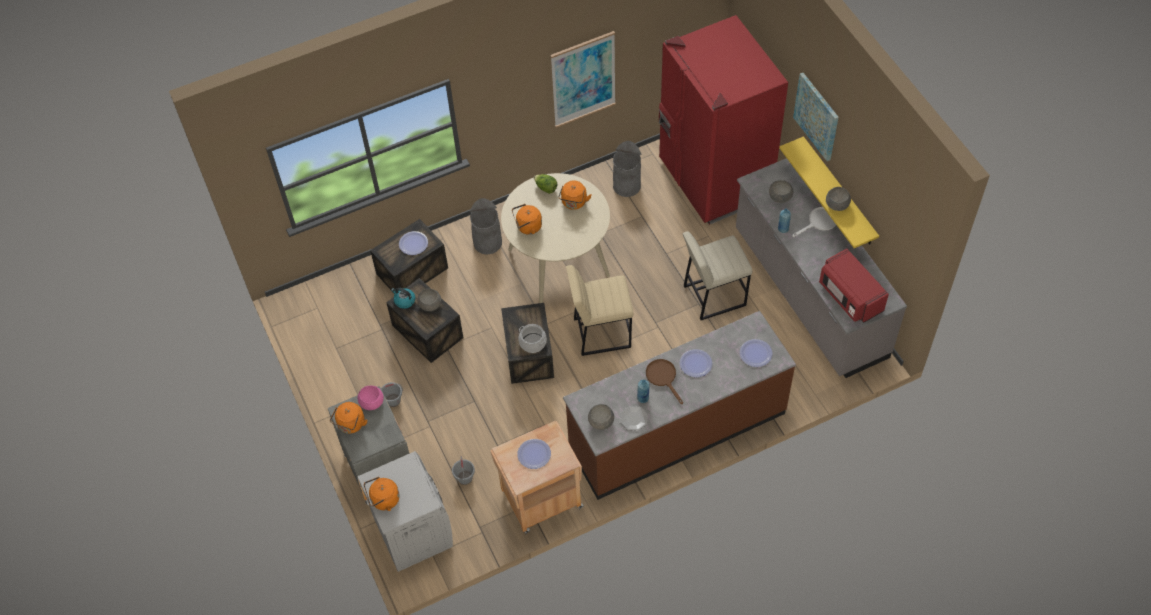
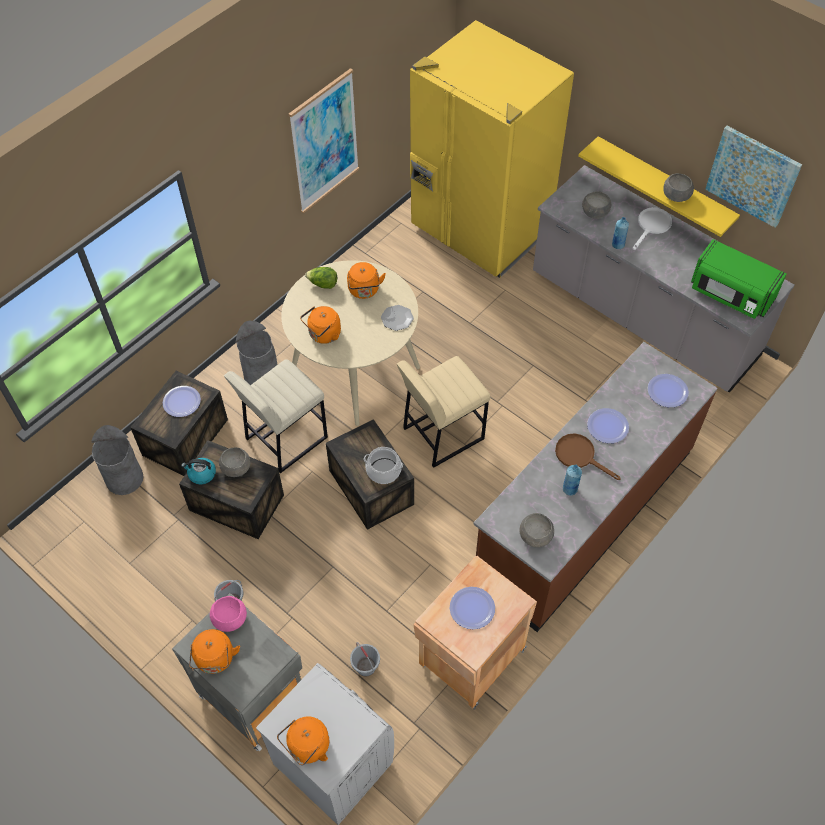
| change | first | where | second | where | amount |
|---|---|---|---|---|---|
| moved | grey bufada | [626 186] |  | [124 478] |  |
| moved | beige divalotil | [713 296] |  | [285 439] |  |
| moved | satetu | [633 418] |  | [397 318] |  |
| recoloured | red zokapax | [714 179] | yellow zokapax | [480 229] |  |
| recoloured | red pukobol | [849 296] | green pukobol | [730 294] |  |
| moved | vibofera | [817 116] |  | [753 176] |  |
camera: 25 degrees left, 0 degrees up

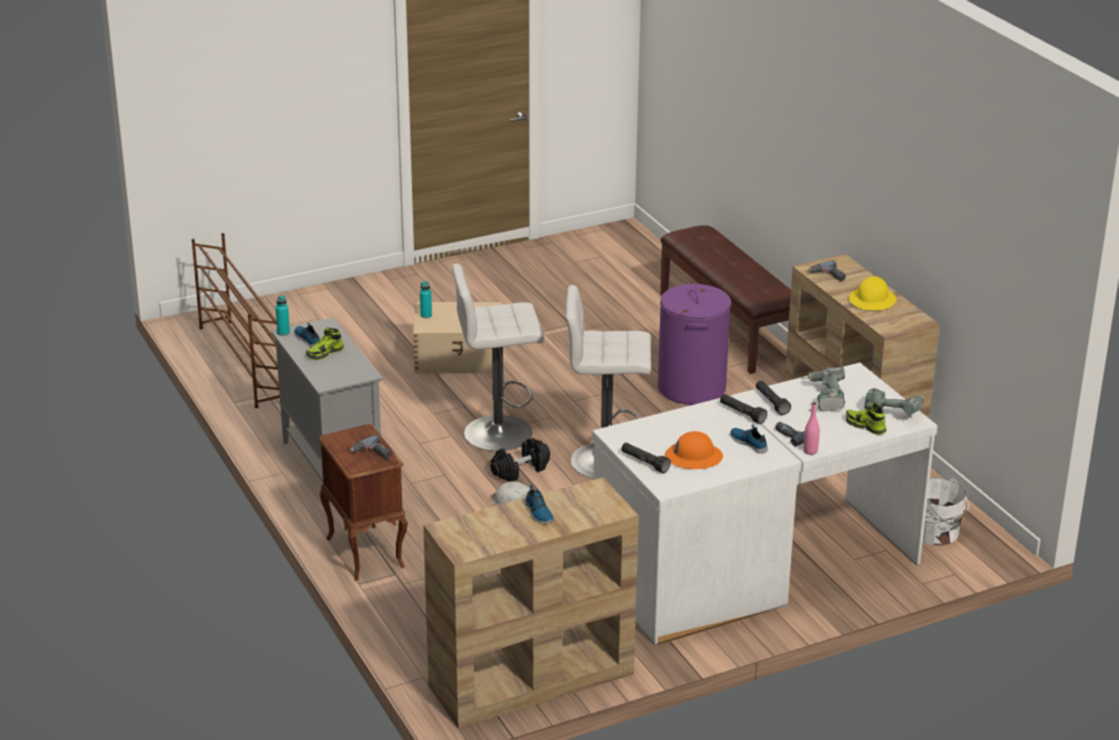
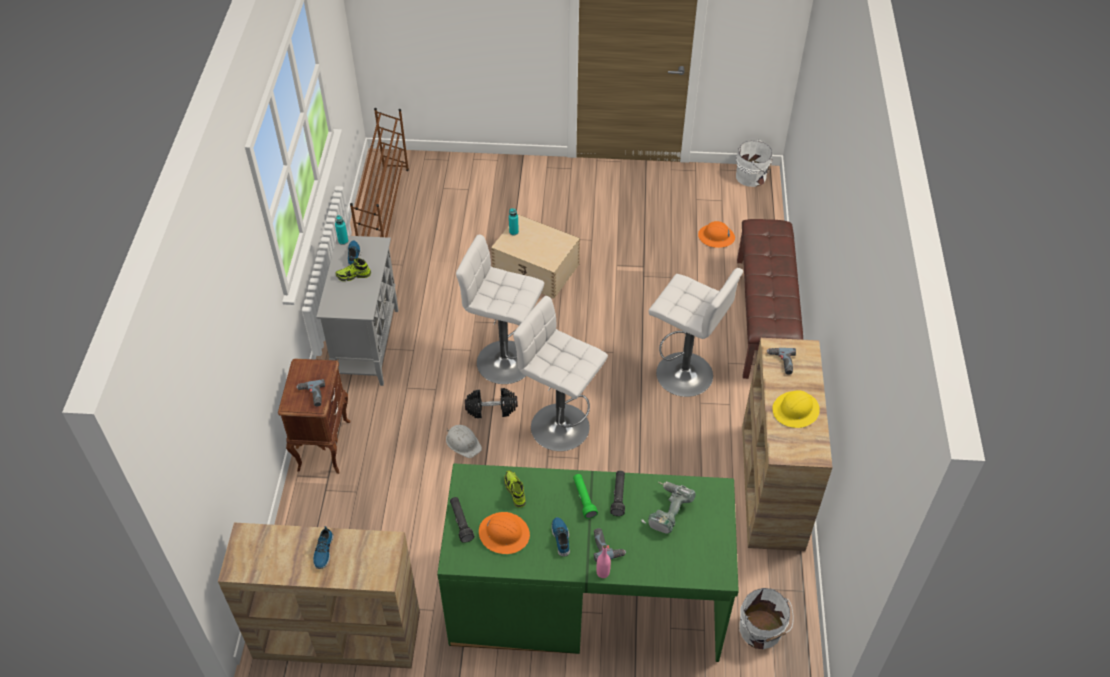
| change | first | where | second | where | amount |
|---|---|---|---|---|---|
| recoloured | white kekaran | [755 567] | green kekaran | [586 598] |  |
| moved | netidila | [865 426] |  | [515 491] |  |
| recoloured | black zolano | [742 414] | green zolano | [584 499] |  |
| replaced | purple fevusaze | [692 388] | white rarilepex | [684 375] |  |
| added |  |  | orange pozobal | [716 237] |  |
| added |  |  | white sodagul | [752 176] |  |
| removed | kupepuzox | [894 411] |  |  |  |
camera: 30 degrees right, 20 degrees up

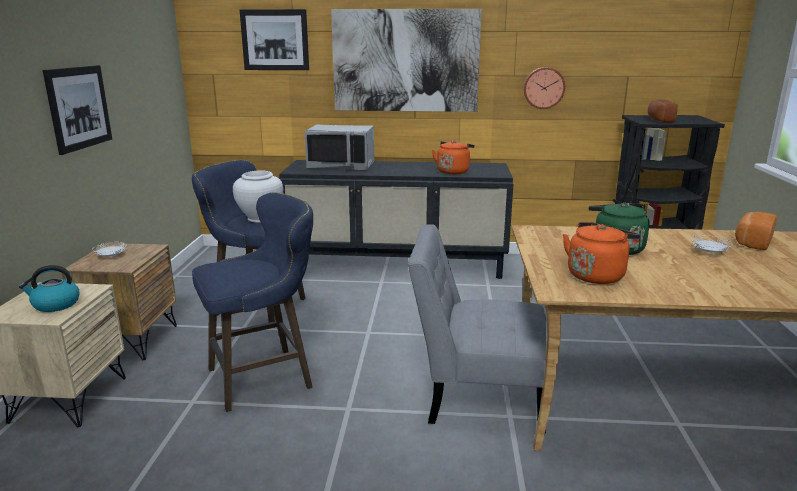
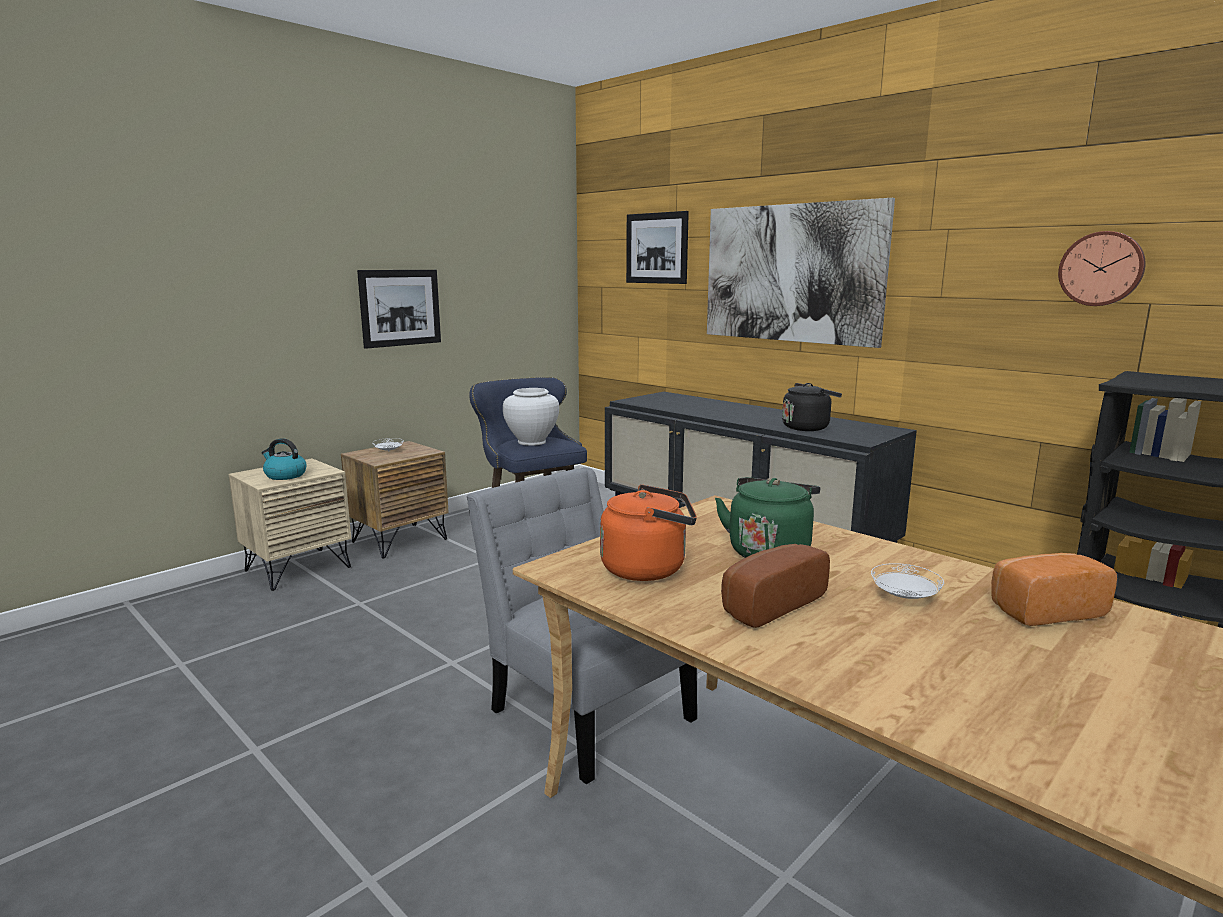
| change | first | where | second | where | amount |
|---|---|---|---|---|---|
| moved | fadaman | [658 120] |  | [768 603] |  |
| recoloured | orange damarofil | [453 171] | black damarofil | [807 427] |  |
| moved | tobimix | [543 88] |  | [1101 269] |  |
| removed | blue rarilepex | [265 377] |  |  |  |
| removed | grey pukobol | [341 166] |  |  |  |
camera: 40 degrees right, 5 degrees down

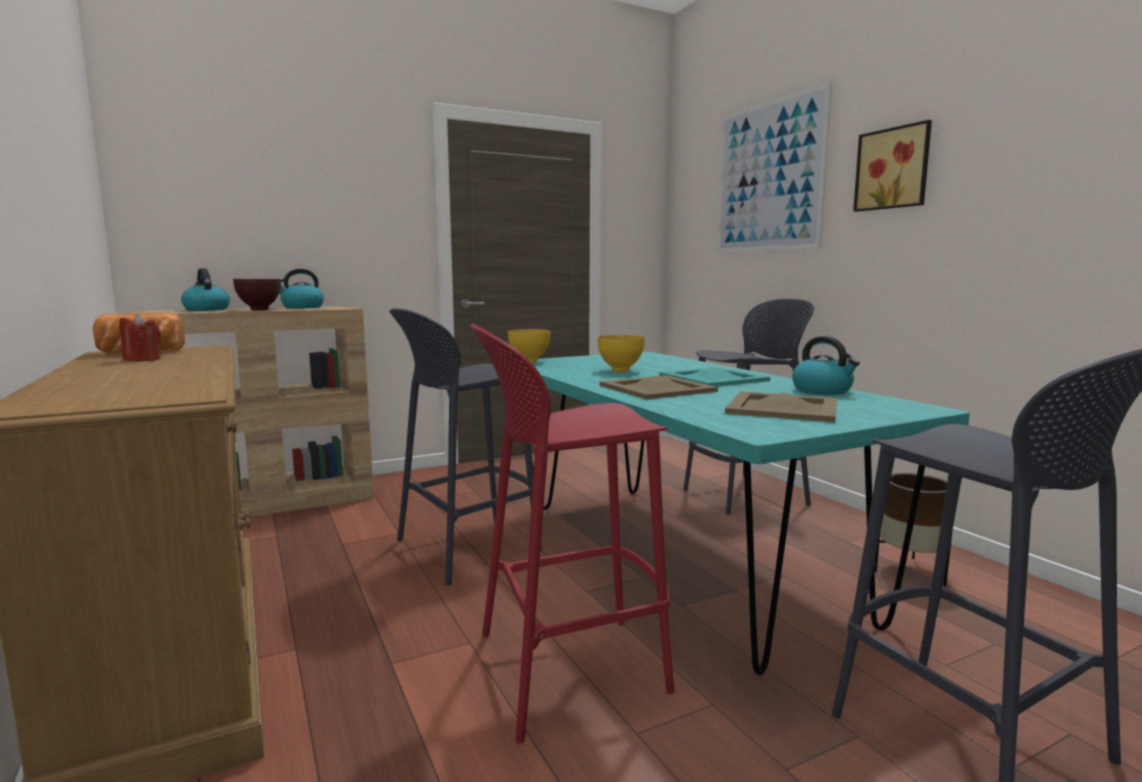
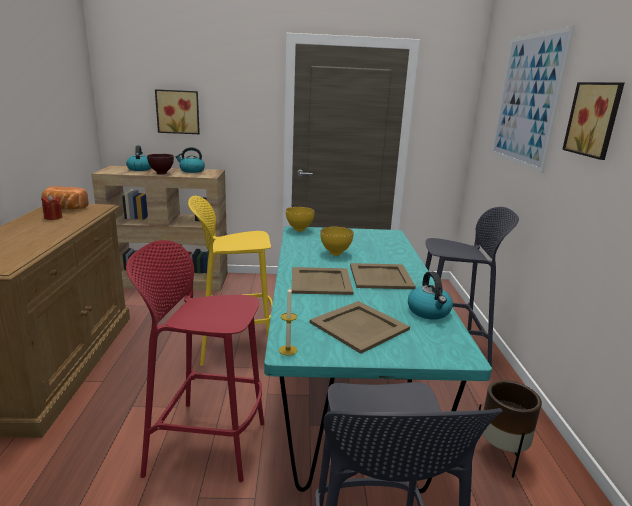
| change | first | where | second | where | amount |
|---|---|---|---|---|---|
| added |  |  | vibofera | [178 112] |  |
| recoloured | grey rarilepex | [467 549] | yellow rarilepex | [234 342] |  |
| added |  |  | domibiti | [288 350] |  |
| recoloured | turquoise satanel | [713 378] | beige satanel | [381 276] |  |
camera: 25 degrees right, 10 degrees up

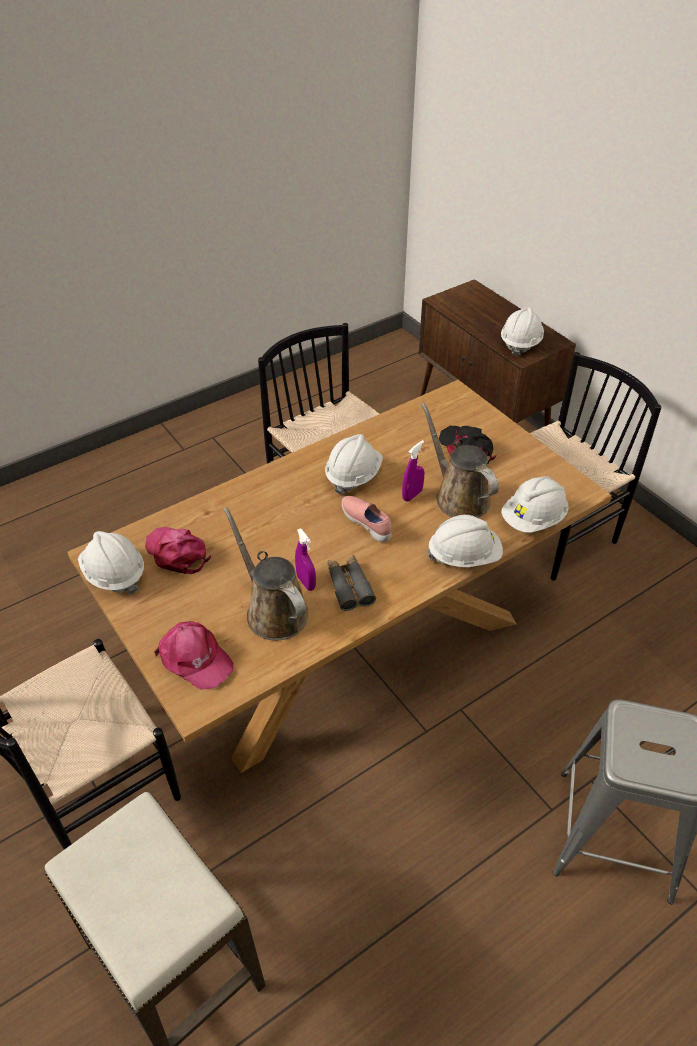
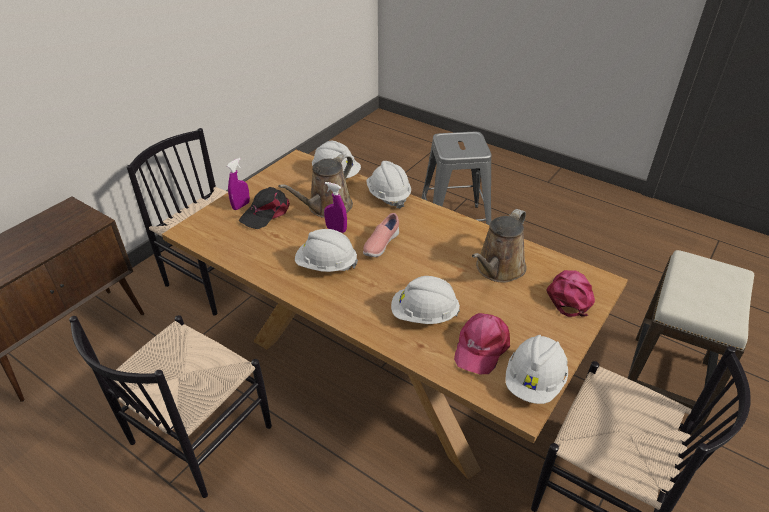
| change | first | where | second | where | amount |
|---|---|---|---|---|---|
| moved | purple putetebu | [306 582] |  | [241 206] |  |
| moved | white pozobal | [520 343] |  | [424 315] |  |
| removed | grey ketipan | [349 586] |  |  |  |
camera: 110 degrees left, 5 degrees down

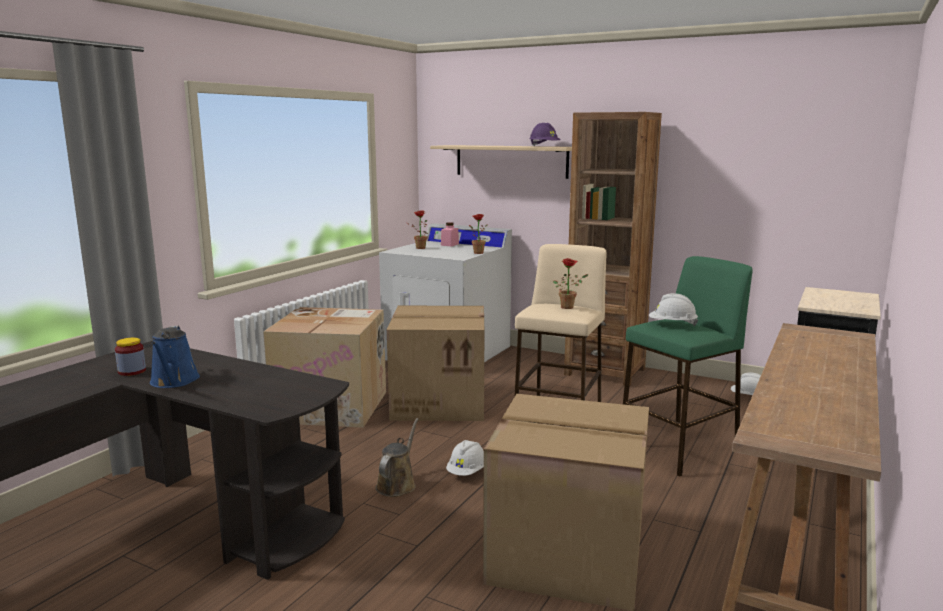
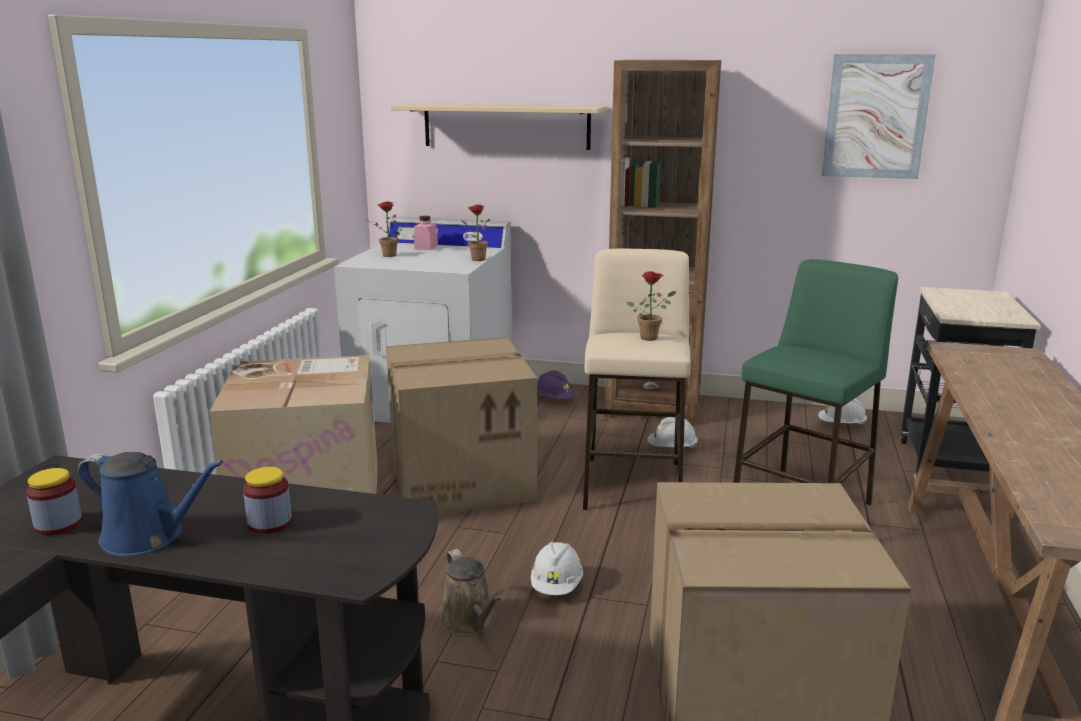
| change | first | where | second | where | amount |
|---|---|---|---|---|---|
| turned | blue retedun | [174 381] |  | [148 537] | 45 degrees counterclockwise |
| added |  |  | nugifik | [270 523] |  |
| turned | brown retedun | [397 484] |  | [470 621] | 150 degrees clockwise |
| moved | purple pozobal | [544 146] |  | [554 399] |  |
| moved | white pozobal | [672 325] |  | [672 449] |  |
| added |  |  | vibofera | [876 117] |  |
camera: 15 degrees left, 5 degrees up

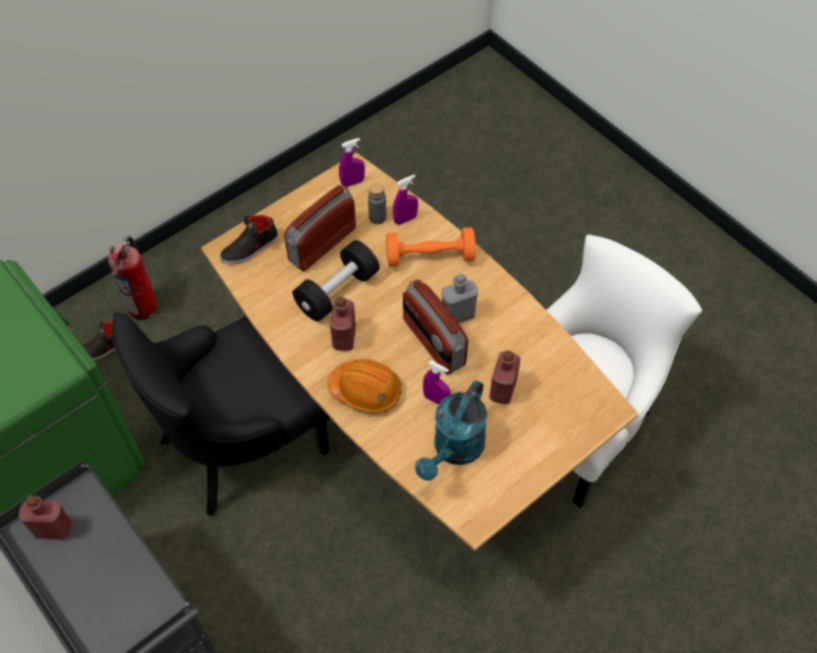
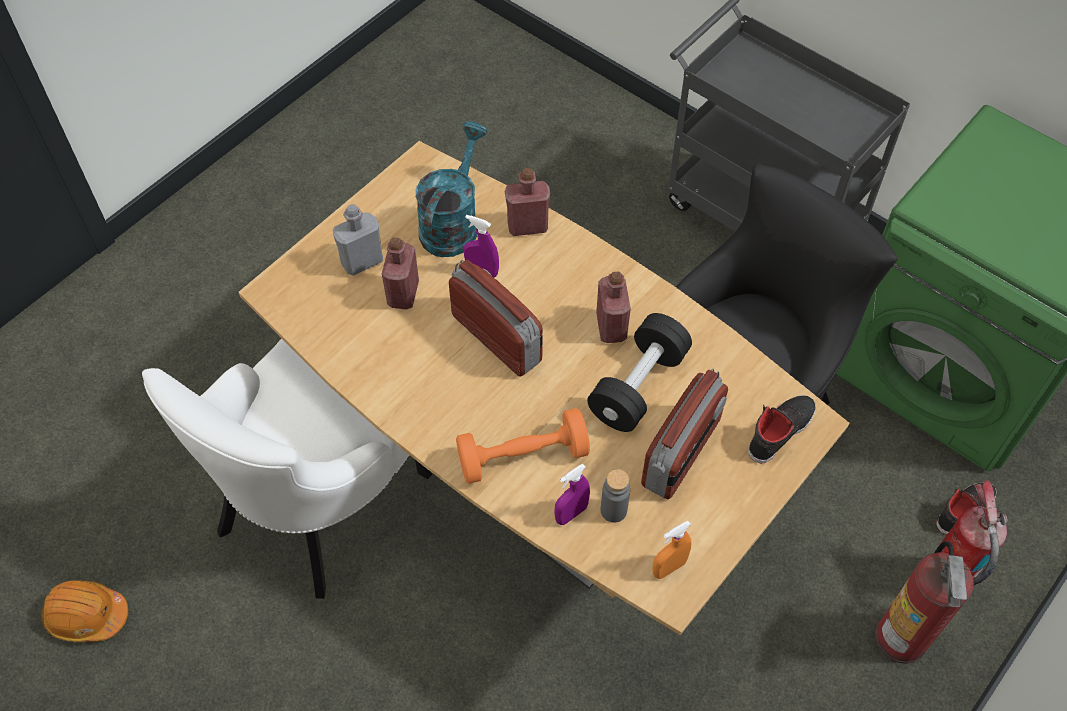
| change | first | where | second | where | amount |
|---|---|---|---|---|---|
| moved | orange pozobal | [366 390] |  | [86 615] |  |
| moved | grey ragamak | [458 315] |  | [362 261] |  |
| moved | red ragamak | [53 529] |  | [527 226] |  |
| recoloured | purple putetebu | [352 182] | orange putetebu | [669 568] |  |
| added |  |  | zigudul | [902 638] |  |
camera: 170 degrees right, 0 degrees up

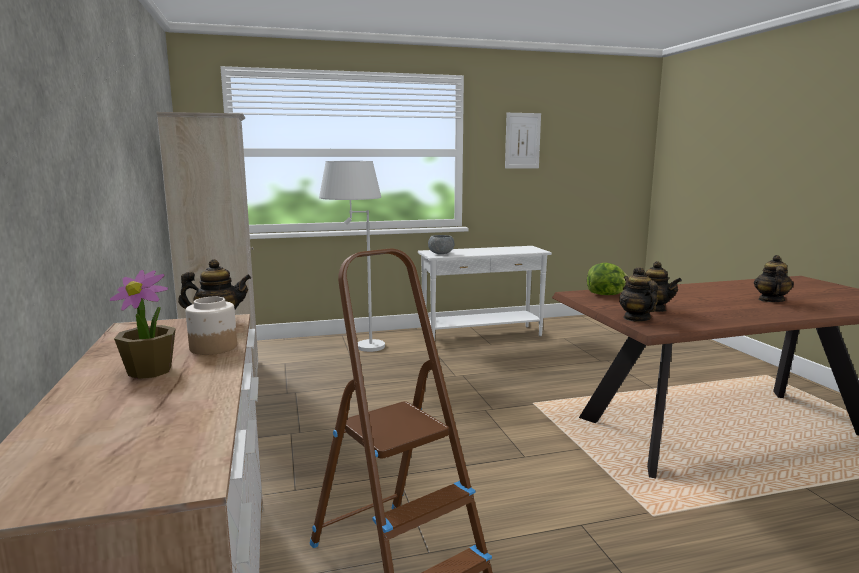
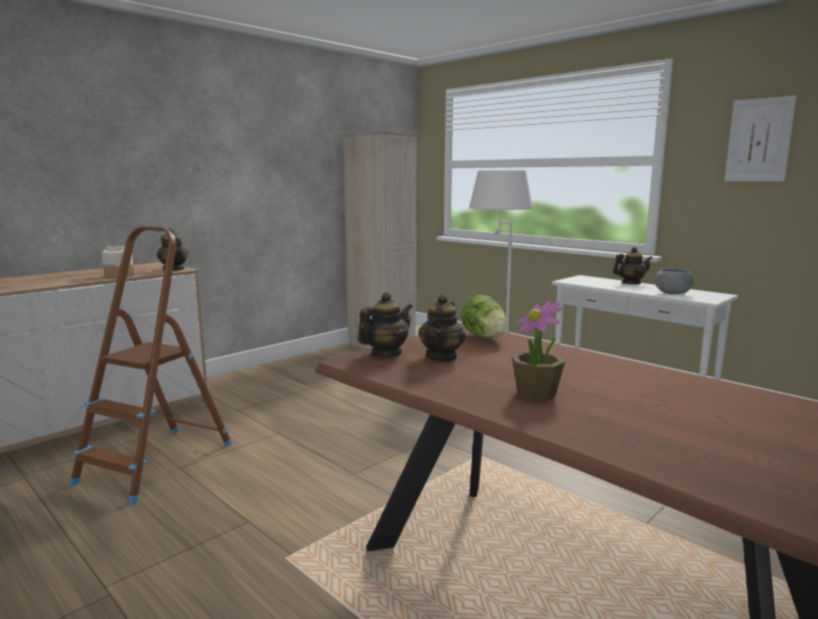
| change | first | where | second | where | amount |
|---|---|---|---|---|---|
| moved | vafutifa | [150 371] |  | [536 394] |  |
| moved | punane | [770 300] |  | [630 283] |  |
| moved | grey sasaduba | [441 253] |  | [672 293] |  |
camera: 60 degrees right, 0 degrees up

